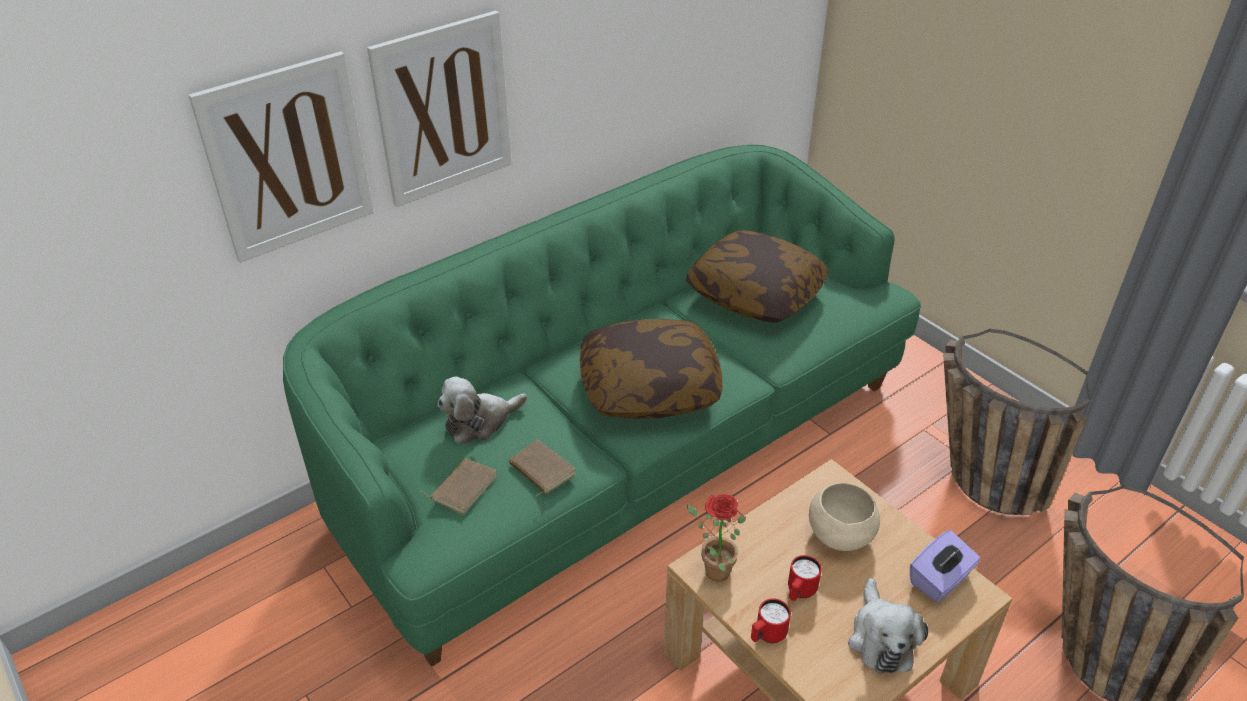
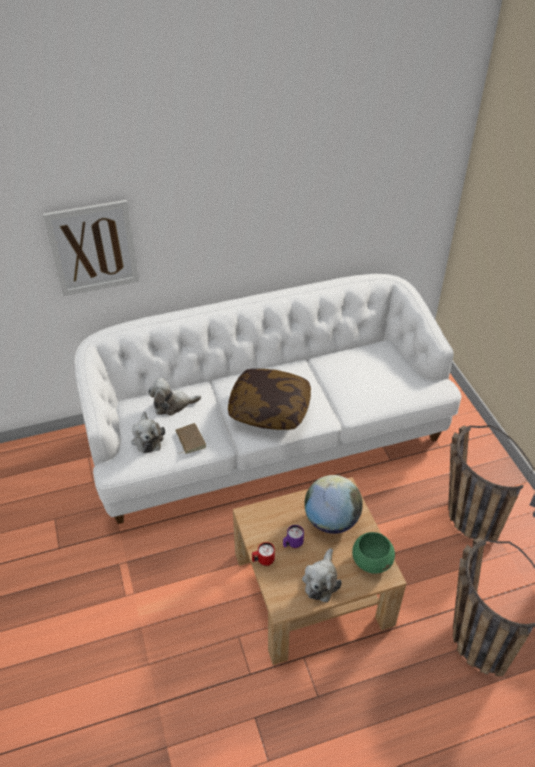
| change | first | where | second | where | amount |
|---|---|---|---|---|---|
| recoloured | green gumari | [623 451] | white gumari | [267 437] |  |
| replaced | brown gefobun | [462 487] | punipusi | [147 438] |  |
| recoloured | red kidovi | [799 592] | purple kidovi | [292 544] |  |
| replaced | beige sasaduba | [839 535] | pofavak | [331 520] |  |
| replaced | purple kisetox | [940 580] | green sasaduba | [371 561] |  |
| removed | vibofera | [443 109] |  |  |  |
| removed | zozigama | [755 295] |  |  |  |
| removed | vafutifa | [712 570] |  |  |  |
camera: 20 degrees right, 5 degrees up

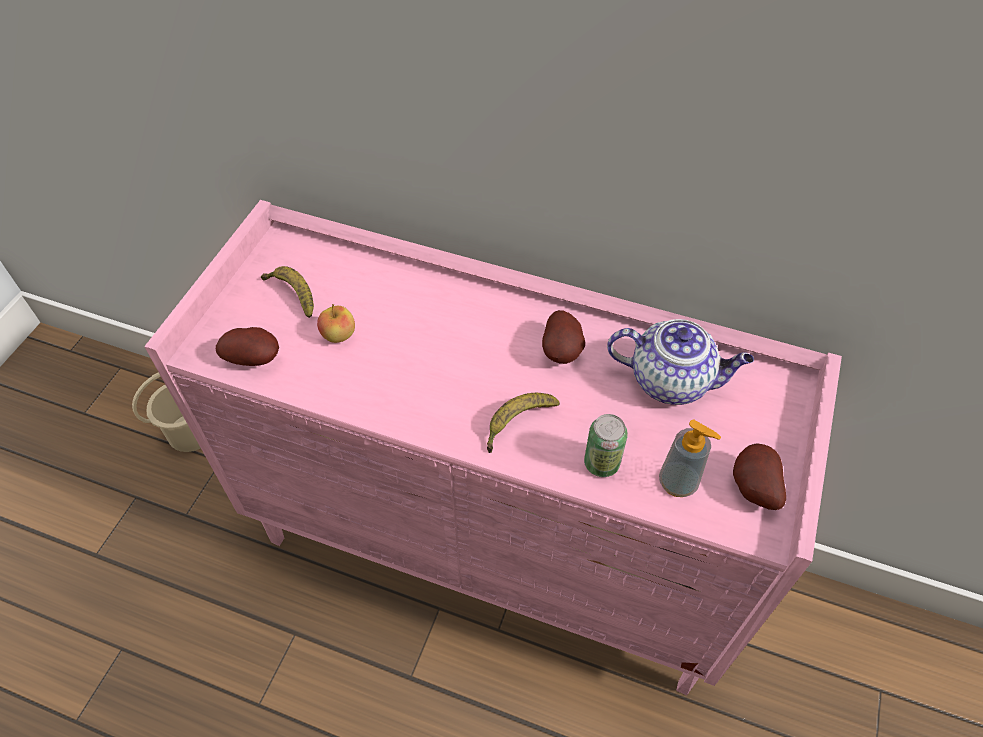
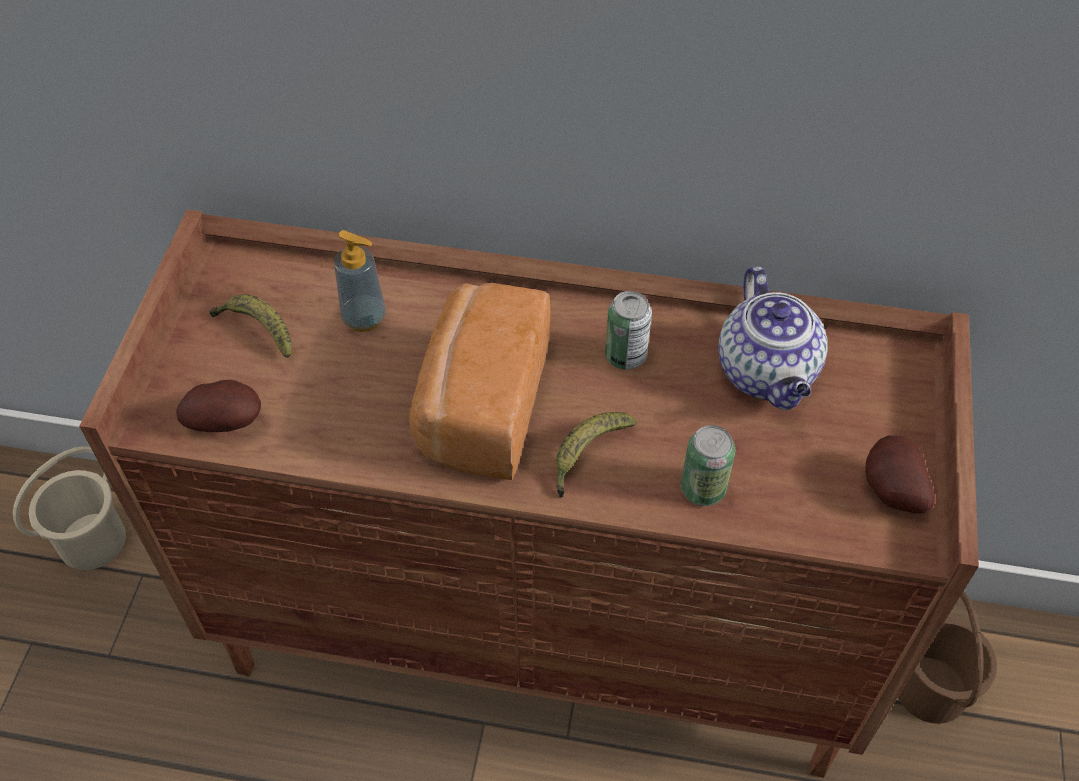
| change | first | where | second | where | amount |
|---|---|---|---|---|---|
| recoloured | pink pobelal | [494 554] | brown pobelal | [543 640] |  |
| moved | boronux | [678 482] |  | [364 318] |  |
| added |  |  | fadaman | [480 405] |  |
| replaced | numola | [563 351] | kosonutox | [625 356] |  |
| turned | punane | [672 381] |  | [768 374] | 75 degrees clockwise |
| added |  |  | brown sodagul | [930 689] |  |
| removed | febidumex | [338 335] |  |  |  |
camera: 10 degrees left, 0 degrees up

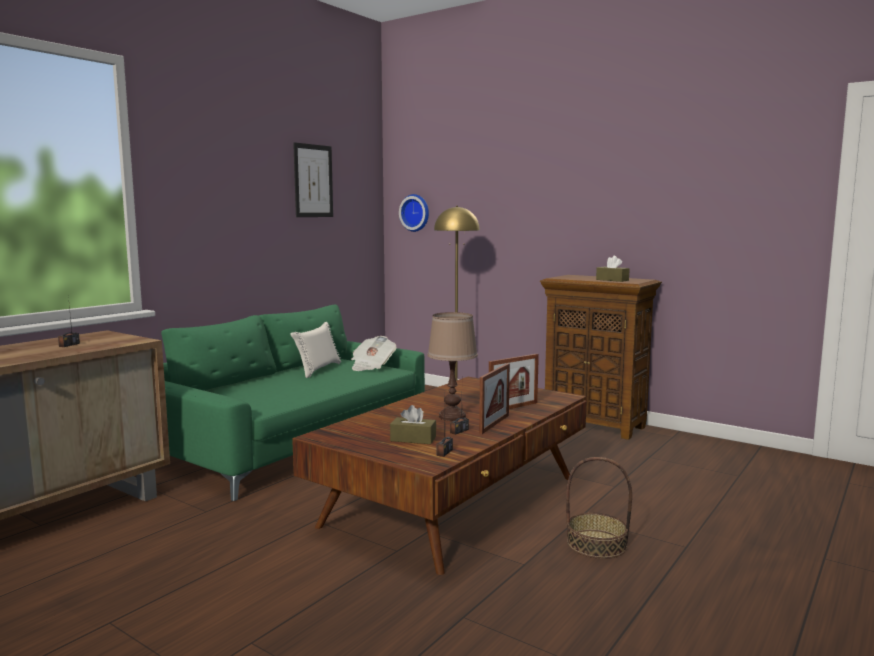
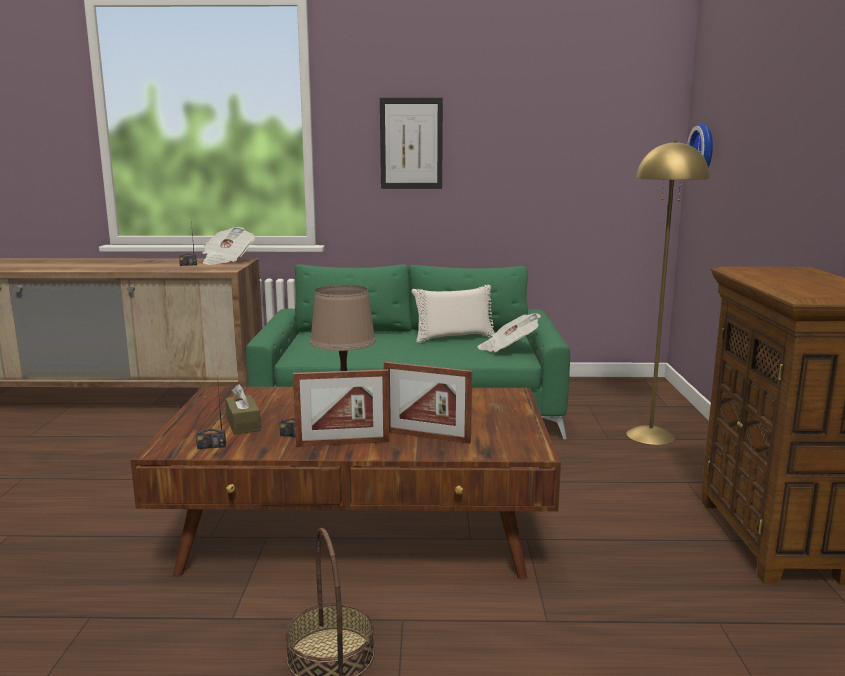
| change | first | where | second | where | amount |
|---|---|---|---|---|---|
| added |  |  | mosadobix | [227 261] |  |
| moved | vibofera | [313 181] |  | [411 143] |  |
| removed | brown kisetox | [612 280] |  |  |  |
camera: 55 degrees right, 5 degrees up

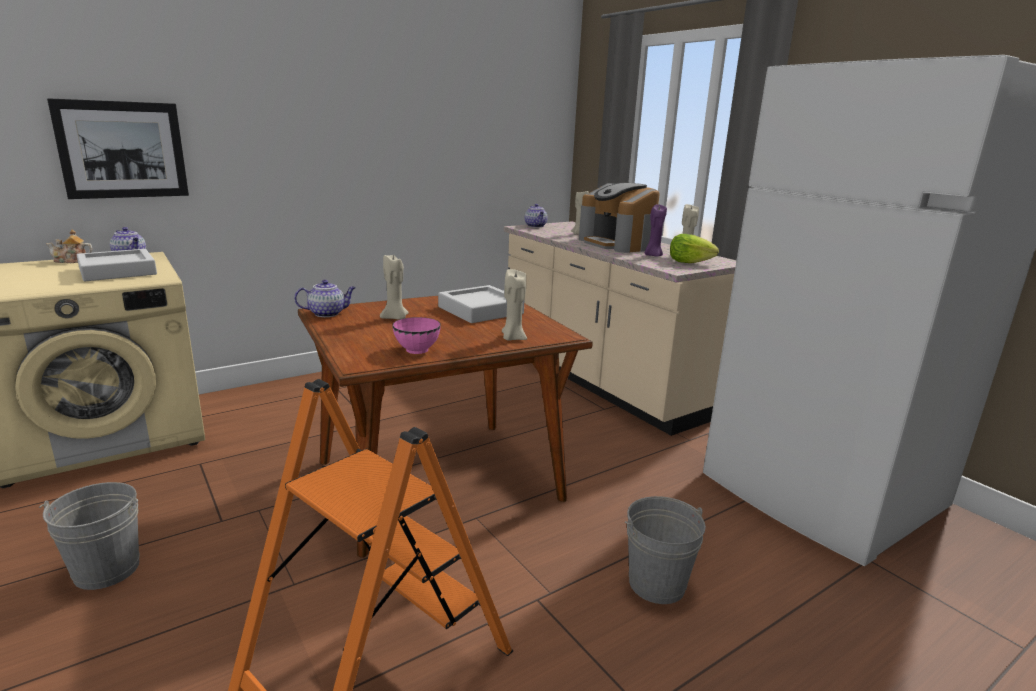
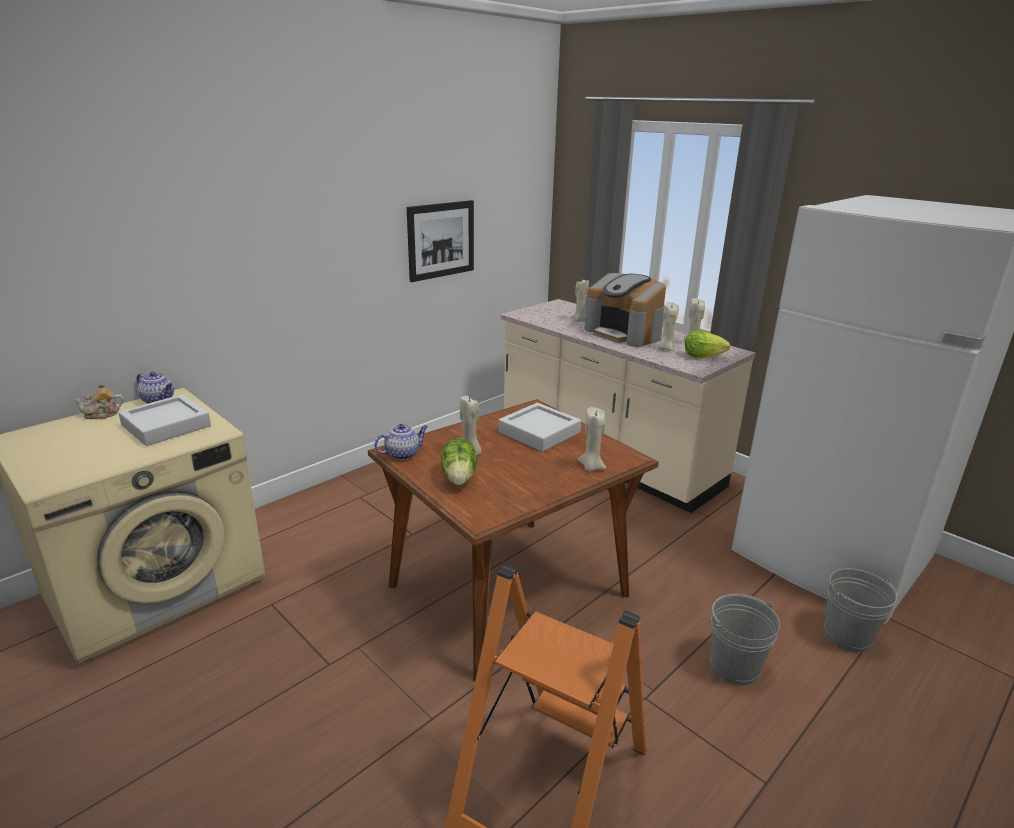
| change | first | where | second | where | amount |
|---|---|---|---|---|---|
| moved | vibofera | [122 150] |  | [441 240] |  |
| added |  |  | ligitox | [460 477] |  |
| recoloured | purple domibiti | [653 255] | beige domibiti | [665 349] |  |
| moved | grey sodagul | [106 569] |  | [847 636] |  |
| removed | pink sasaduba | [417 350] |  |  |  |
| removed | punane | [536 226] |  |  |  |
camera: 10 degrees left, 5 degrees up

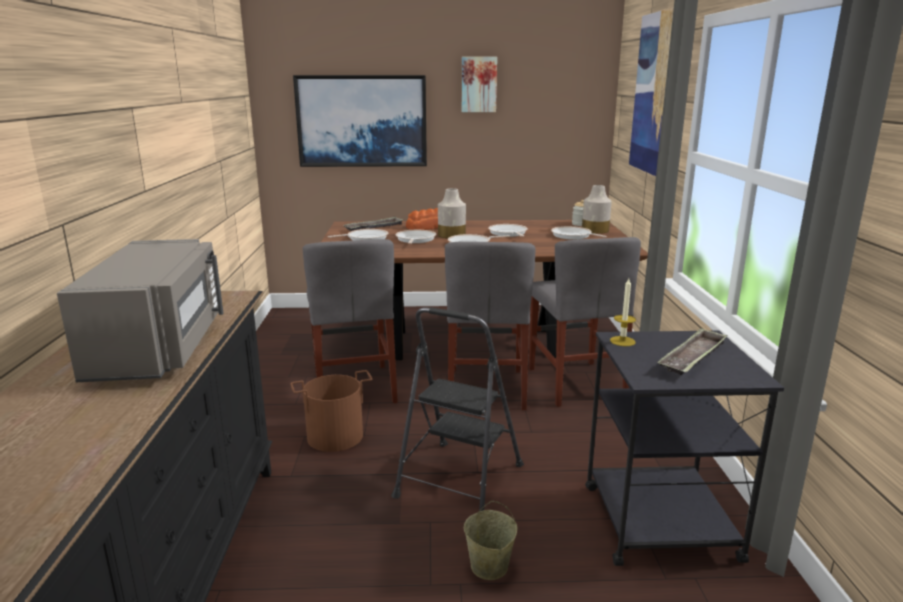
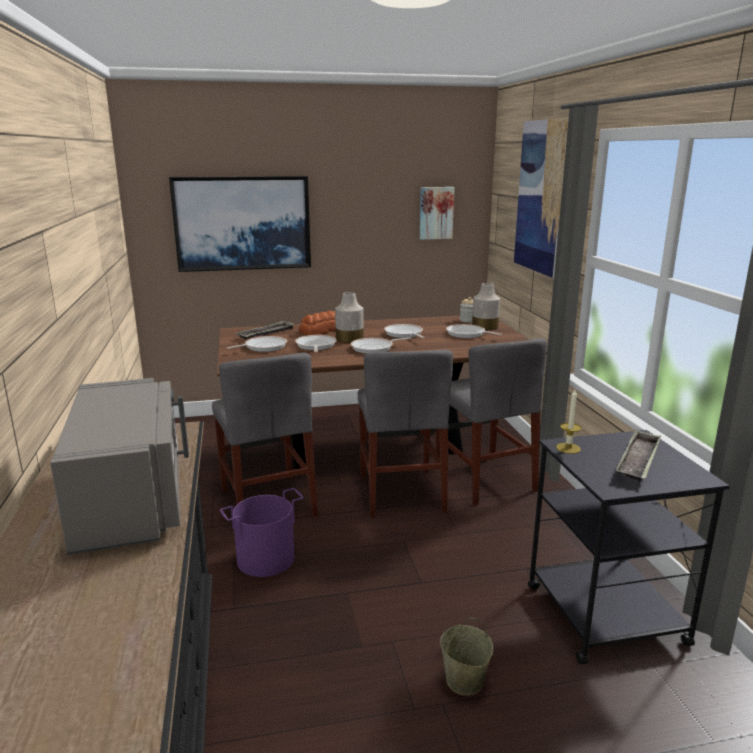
| change | first | where | second | where | amount |
|---|---|---|---|---|---|
| recoloured | brown sodagul | [335 437] | purple sodagul | [266 559] |  |
| moved | vibofera | [478 84] |  | [436 213] |  |
| removed | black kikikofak | [457 481] |  |  |  |
camera: 10 degrees left, 0 degrees up

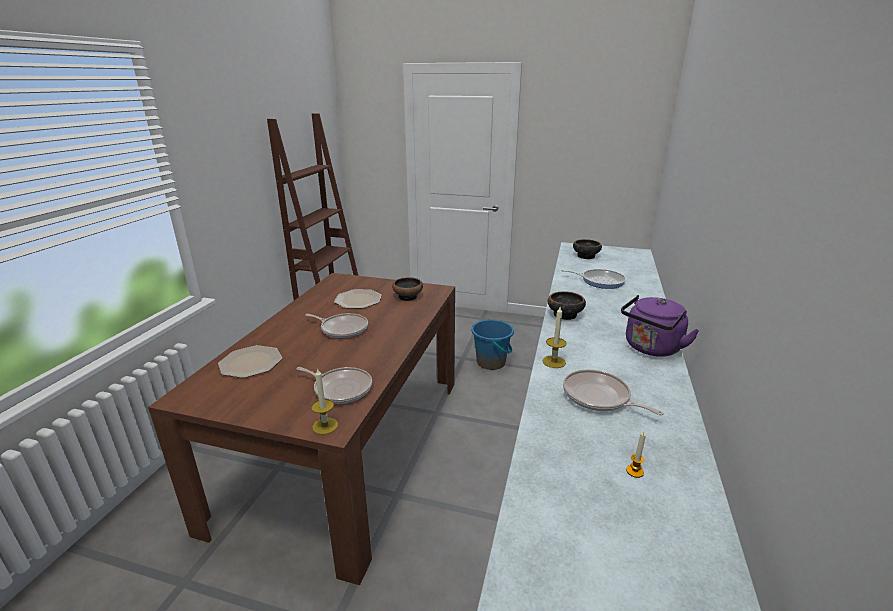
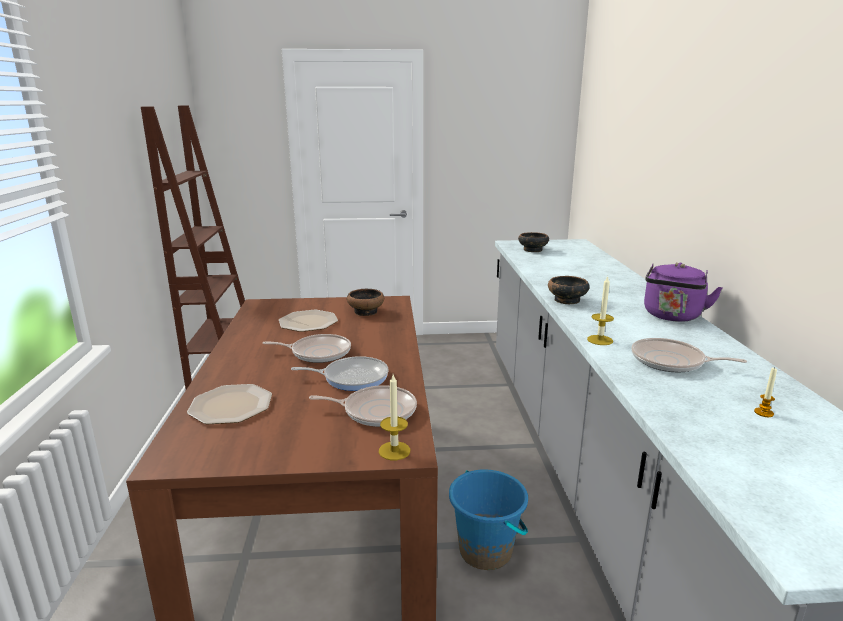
| change | first | where | second | where | amount |
|---|---|---|---|---|---|
| moved | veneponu | [600 281] |  | [352 377] |  |
| moved | blue sodagul | [491 362] |  | [486 551] |  |
camera: 20 degrees left, 5 degrees down

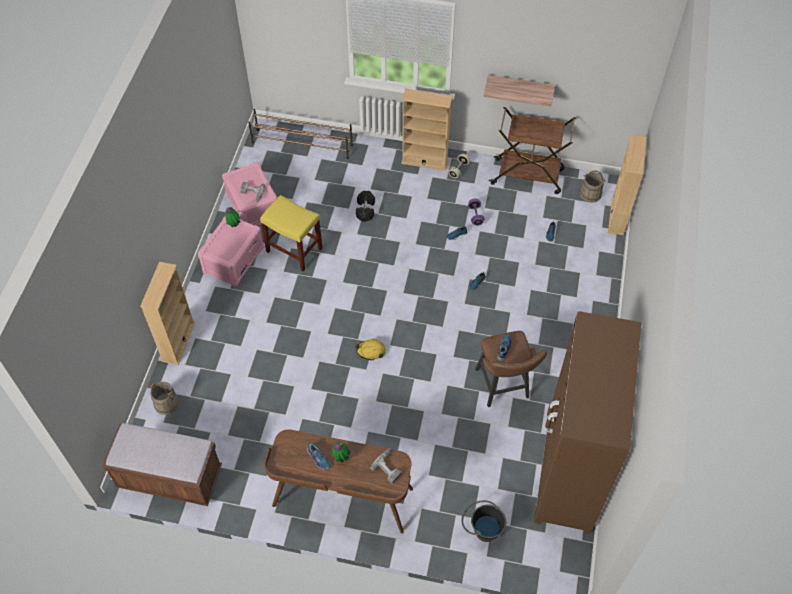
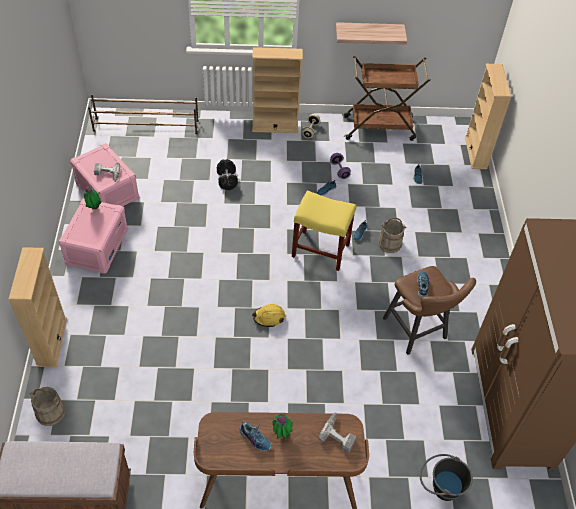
| change | first | where | second | where | amount |
|---|---|---|---|---|---|
| moved | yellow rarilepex | [295 250] |  | [321 250] |  |
| moved | beige sodagul | [590 194] |  | [389 243] |  |
camera: 15 degrees left, 5 degrees down

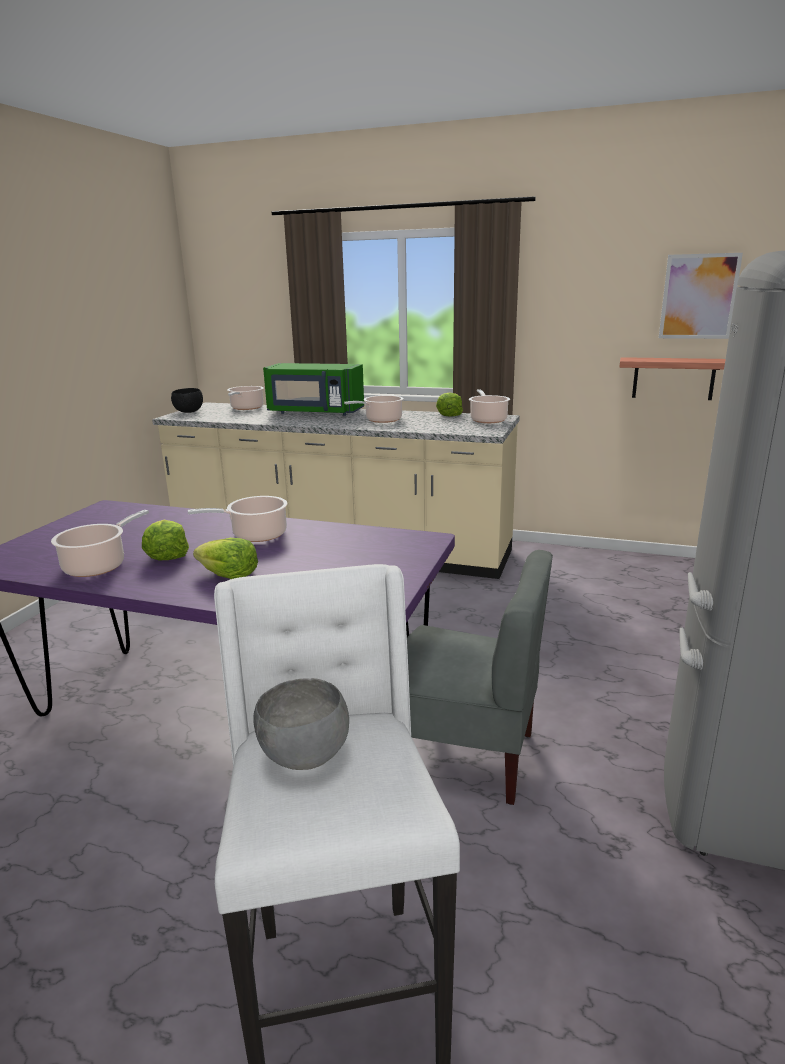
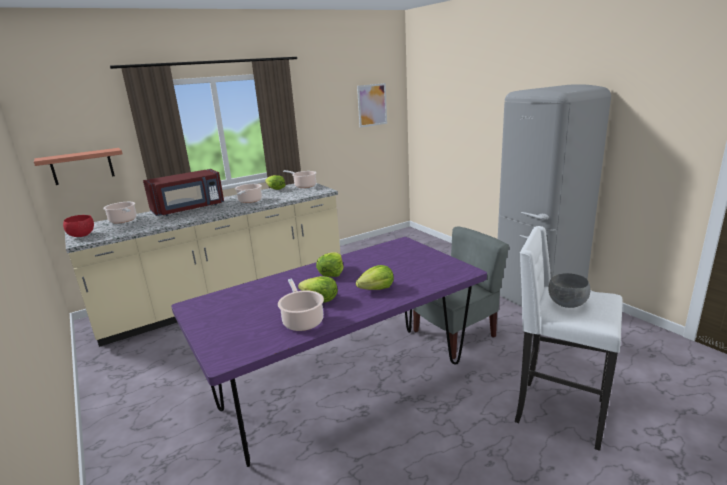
| change | first | where | second | where | amount |
|---|---|---|---|---|---|
| moved | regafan | [673 378] |  | [82 166] |  |
| recoloured | black sasaduba | [189 412] | red sasaduba | [82 235] |  |
| recoloured | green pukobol | [314 412] | red pukobol | [189 209] |  |
| replaced | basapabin | [255 535] | ligitox | [331 273] |  |
camera: 50 degrees left, 0 degrees up

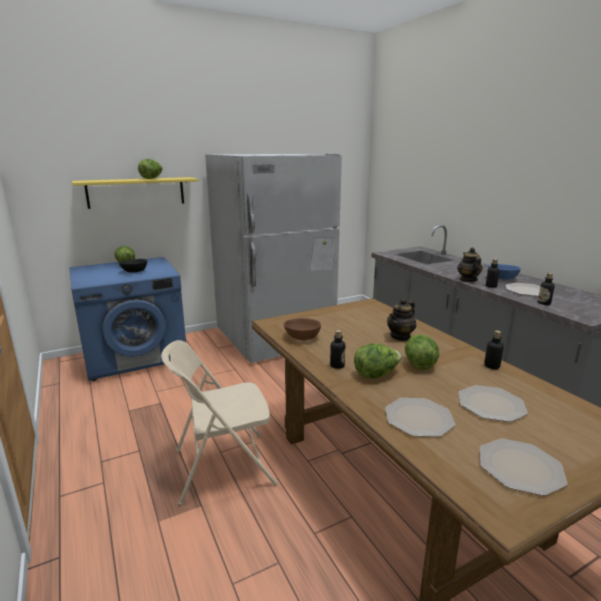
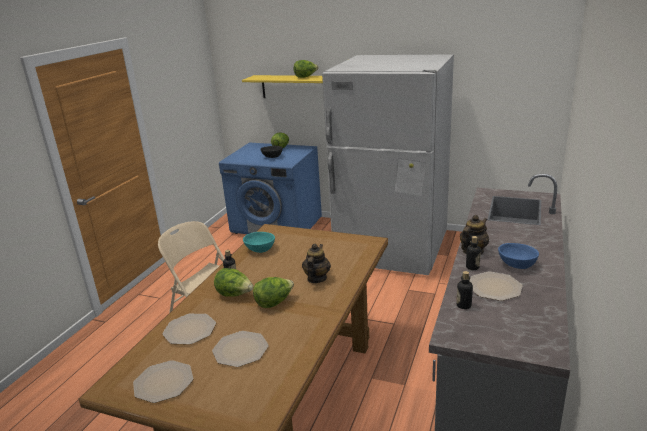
| change | first | where | second | where | amount |
|---|---|---|---|---|---|
| recoloured | brown sasaduba | [302 338] | turquoise sasaduba | [260 249] |  |
| turned | punane | [400 336] |  | [316 278] | 105 degrees clockwise |
| removed | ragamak | [492 366] |  |  |  |
camera: 50 degrees right, 5 degrees up

